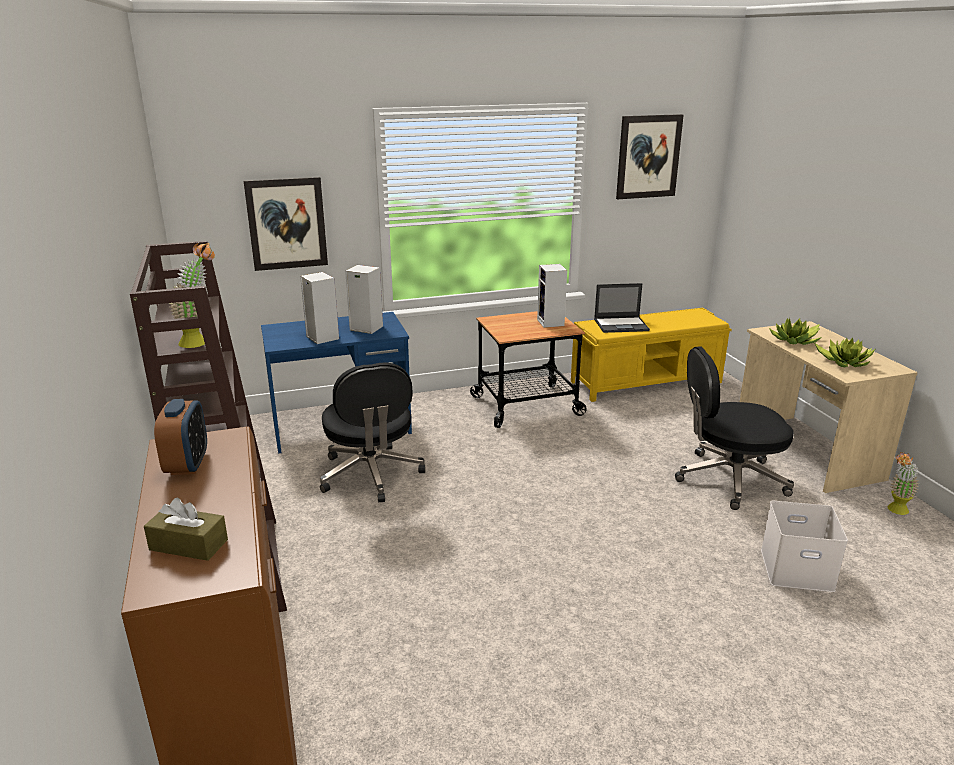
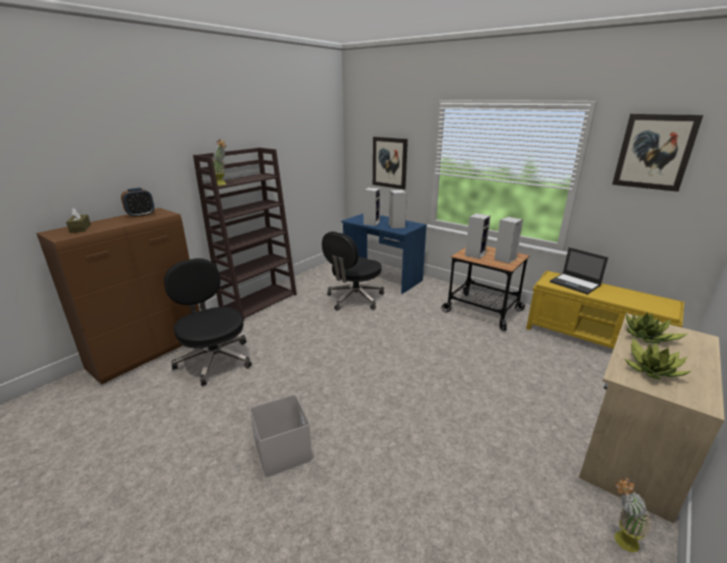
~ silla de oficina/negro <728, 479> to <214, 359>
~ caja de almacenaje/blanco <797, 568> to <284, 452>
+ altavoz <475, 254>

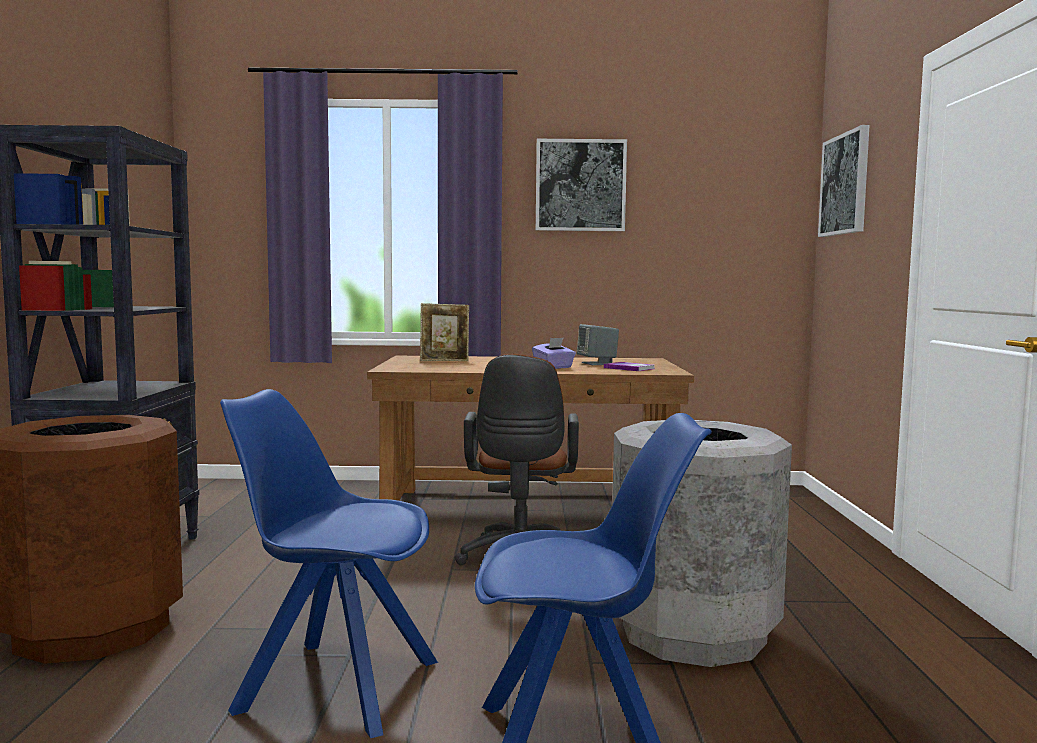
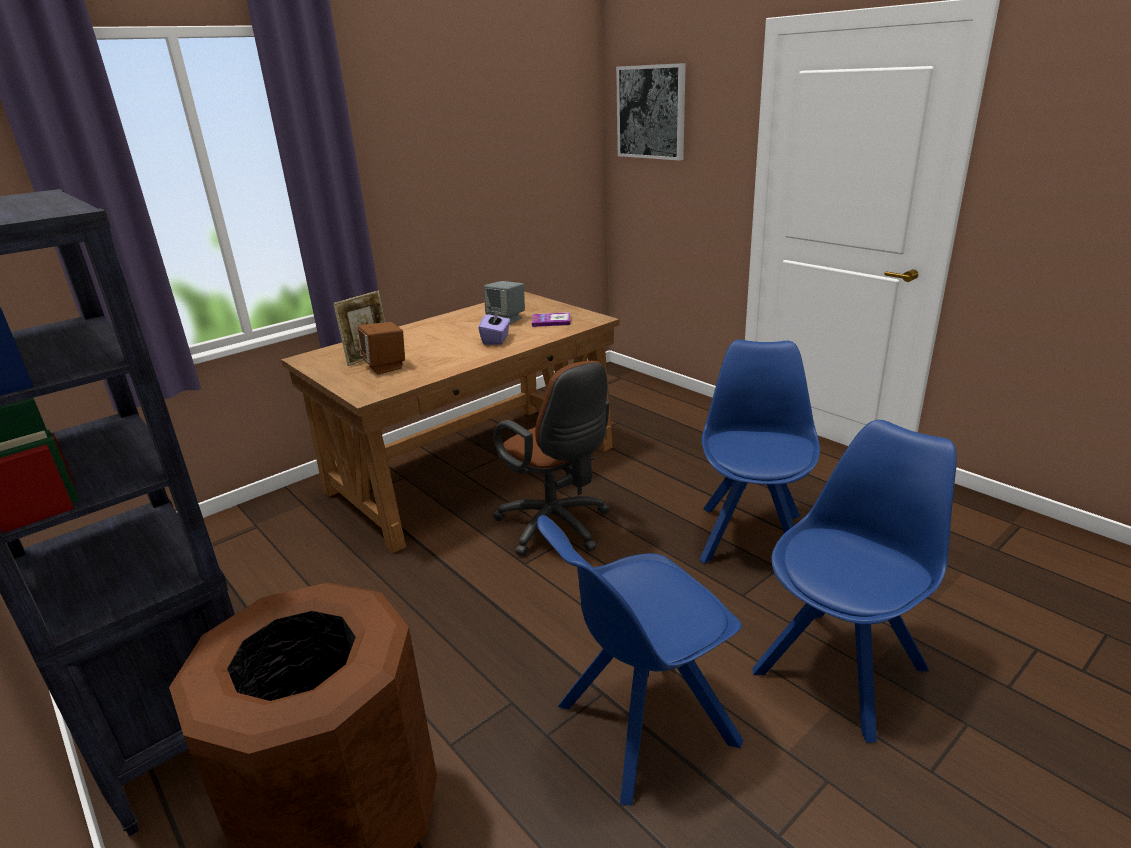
- cuadro <580, 185>
~ papelera/gris <693, 633> to silla/azul <752, 535>
+ altavoz/marrón <386, 367>

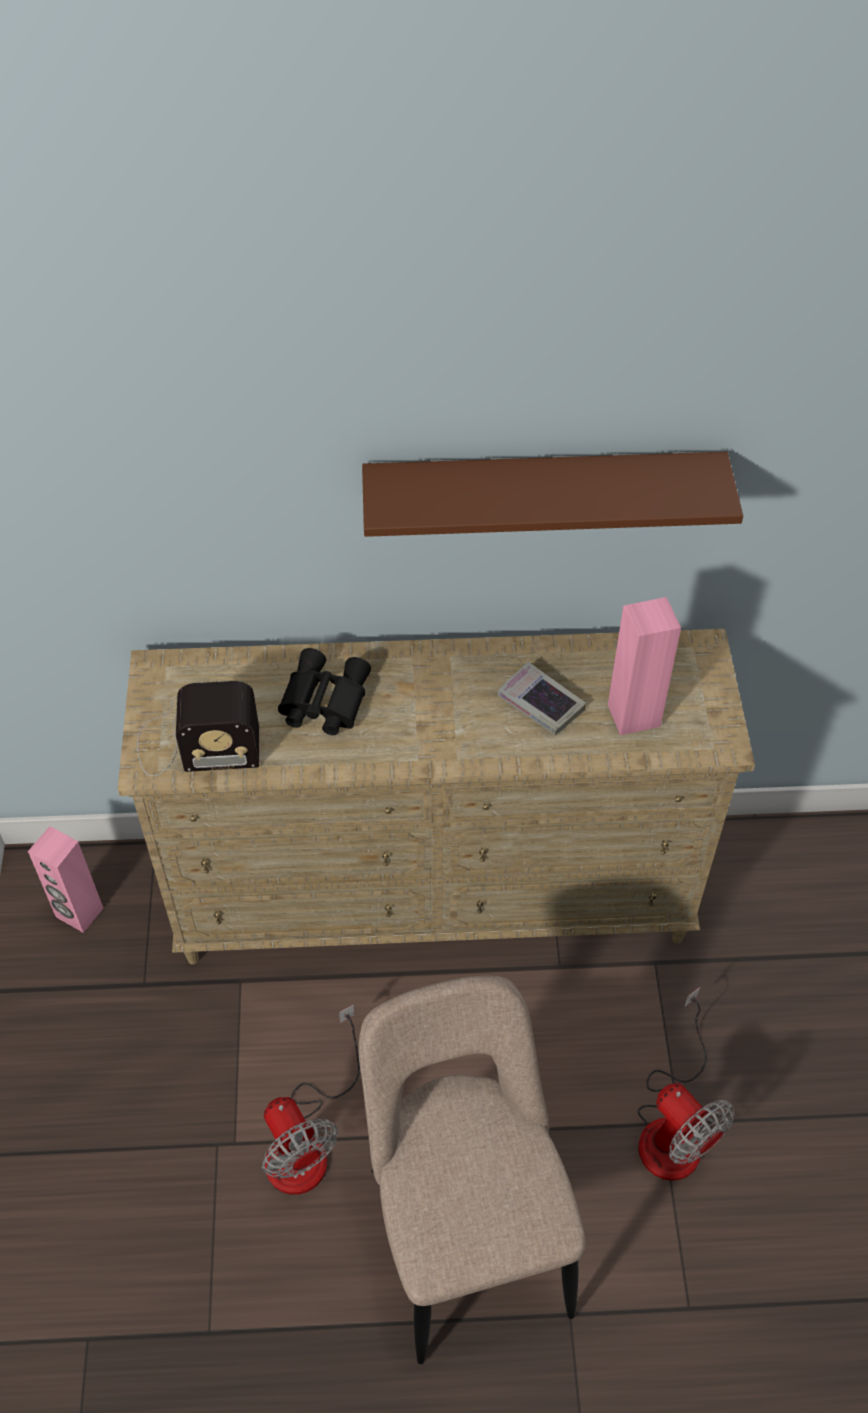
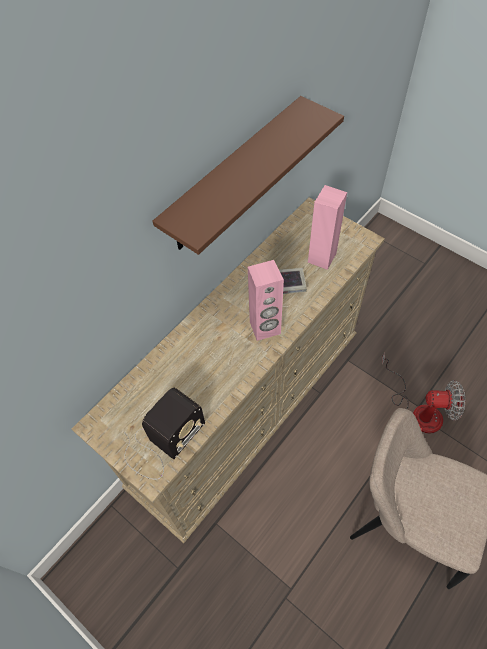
~ altavoz/rosa <79, 913> to <265, 328>
- ventilador <306, 1140>
- prismáticos/negro <322, 701>

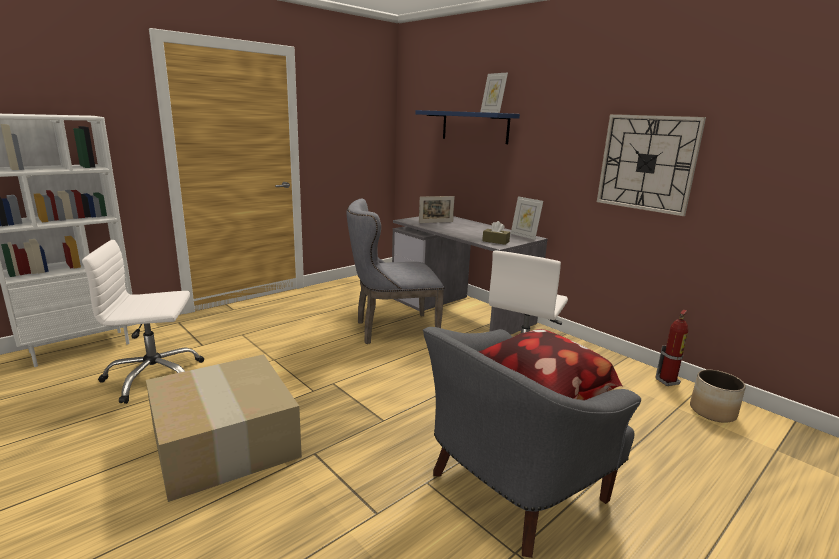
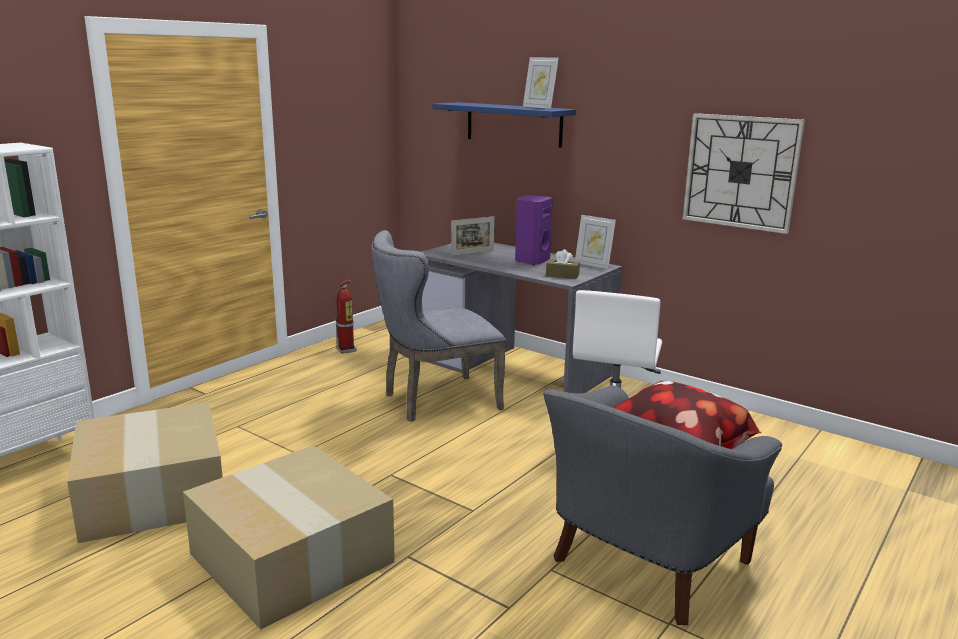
~ silla de oficina/blanco <154, 377> to caja de cartón <150, 493>
~ extintor <667, 381> to <347, 350>
- maceta <713, 412>
+ altavoz/morado <531, 261>

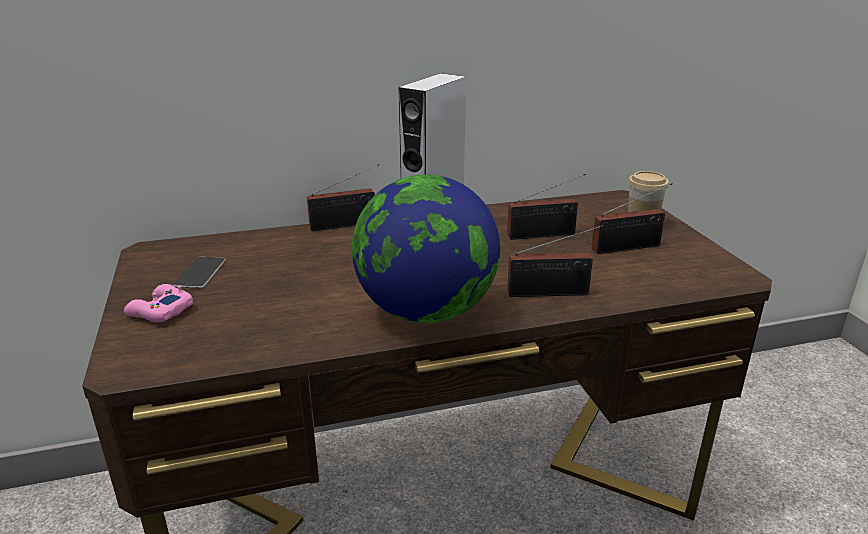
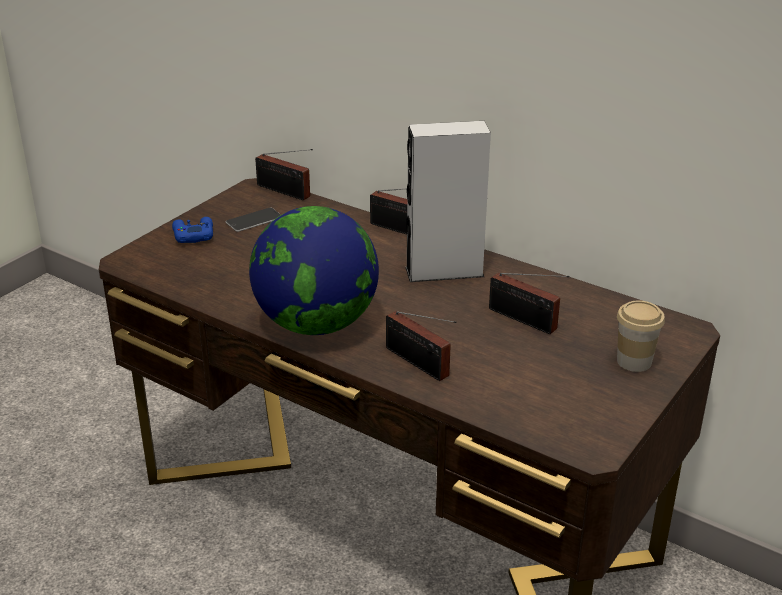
~ mando de consola/rosa <159, 311> to mando de consola/azul <193, 235>
~ radio <629, 247> to <285, 192>

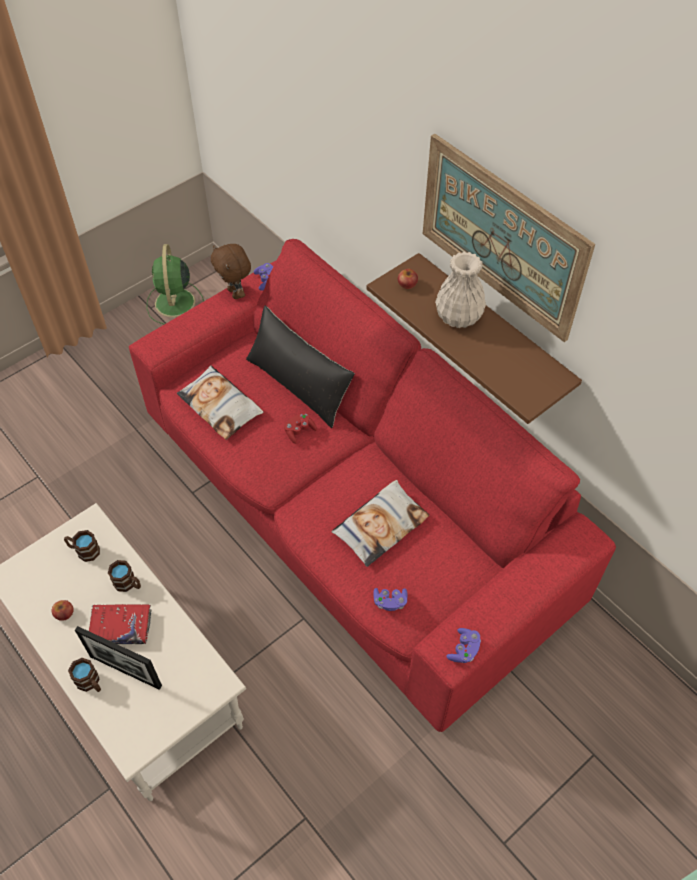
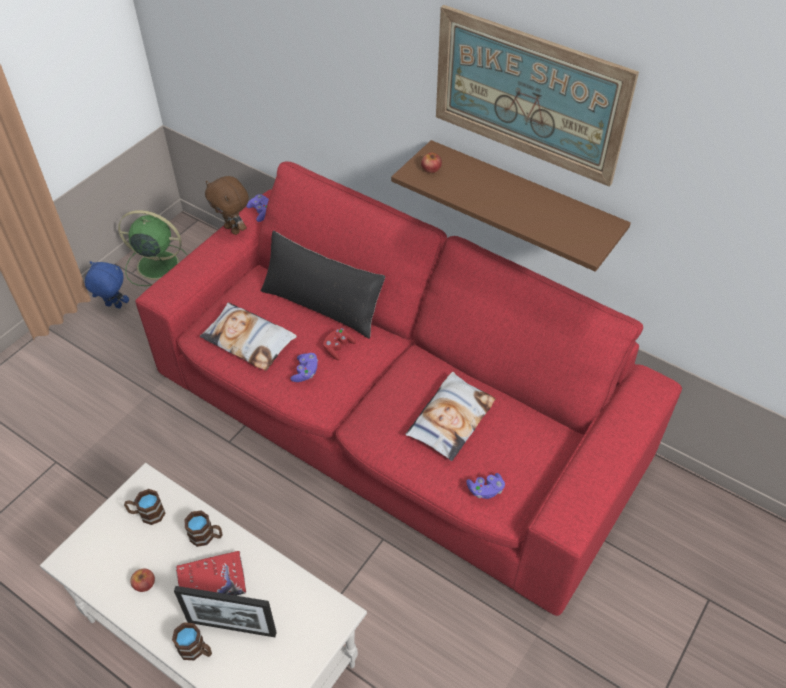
~ ventilador/verde <175, 304> = <156, 265> 120 degrees clockwise
- florero/blanco <457, 317>
~ mando de consola/morado <464, 650> to <305, 372>
+ peluche/azul <113, 306>

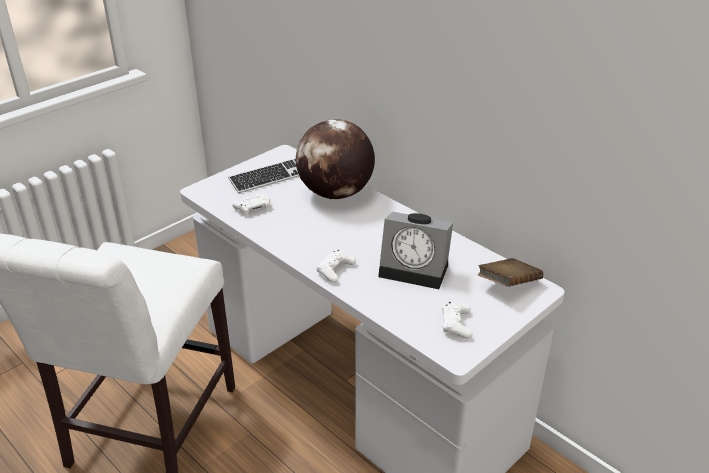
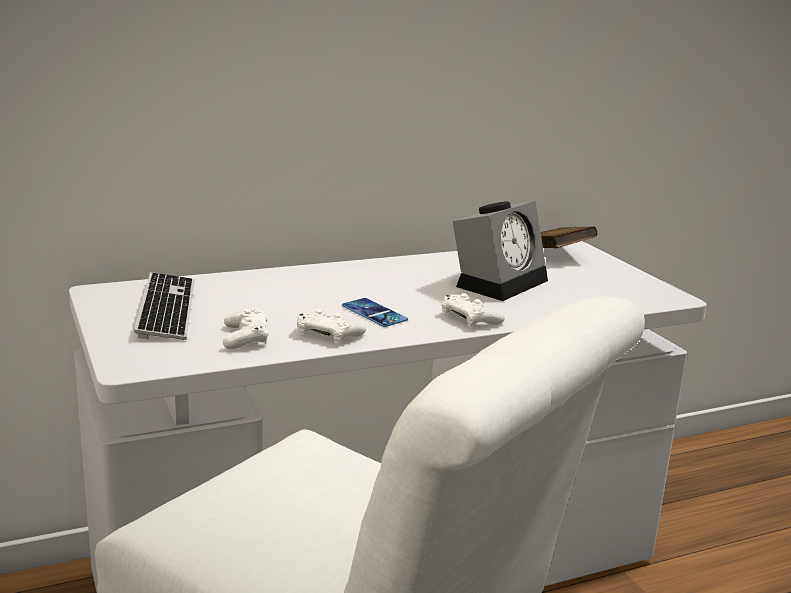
- globo terráqueo <335, 193>
~ mando de consola/blanco <456, 324> to <328, 334>
+ móvil <374, 313>

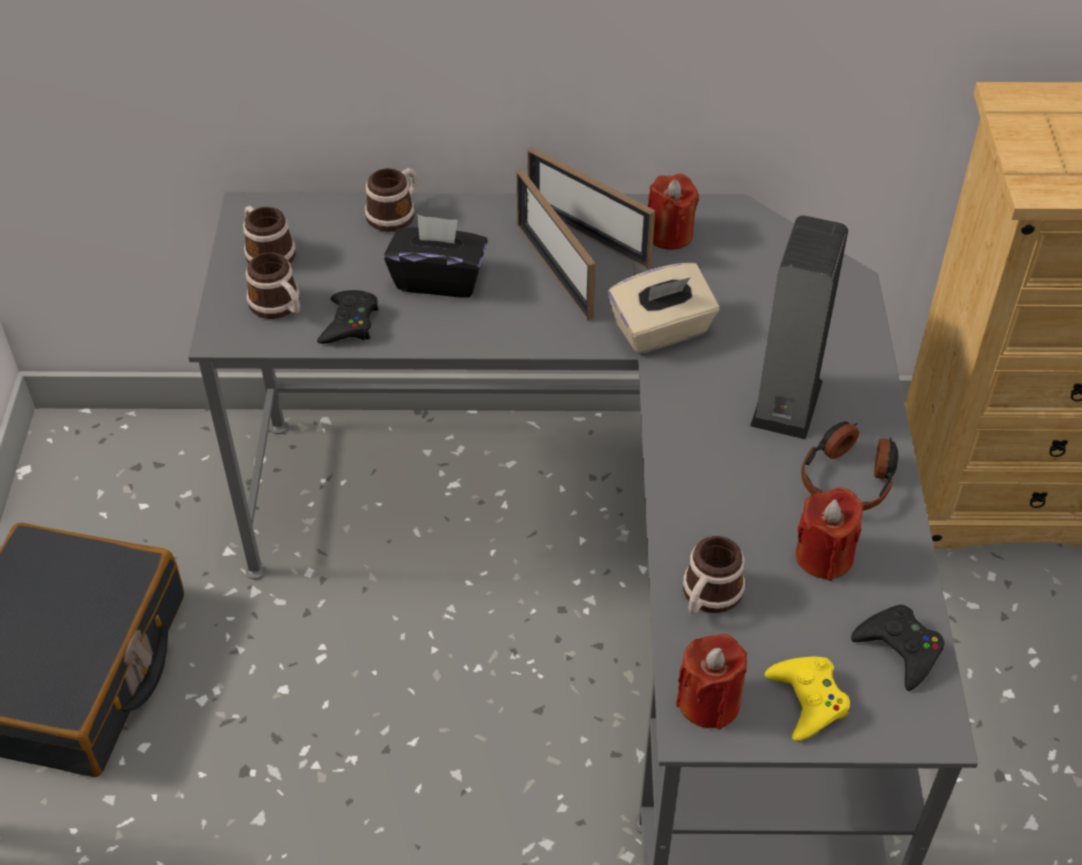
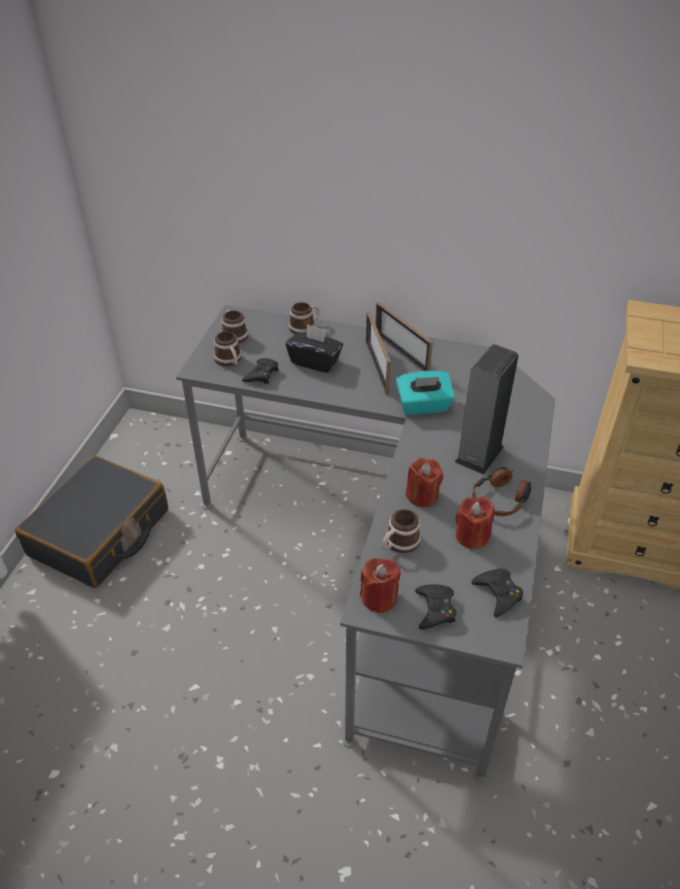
~ caja de pañuelos/beis <661, 331> to caja de pañuelos/turquesa <423, 406>
~ vela/rojo <669, 234> to <422, 495>
~ mando de consola/amarillo <808, 700> to mando de consola/negro <435, 609>

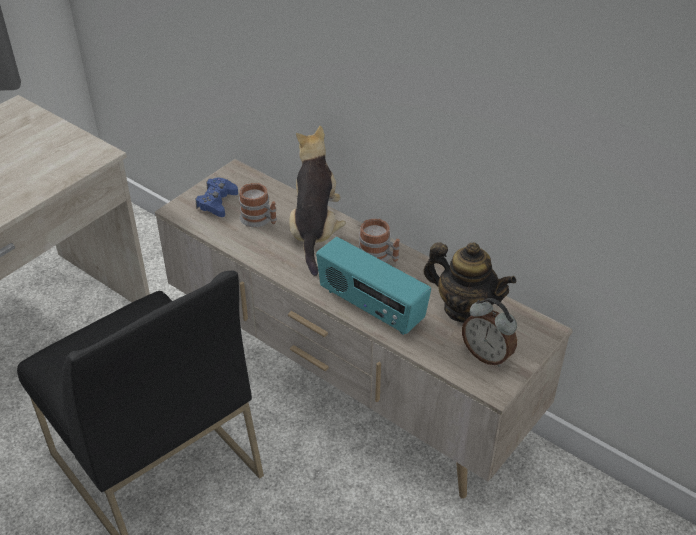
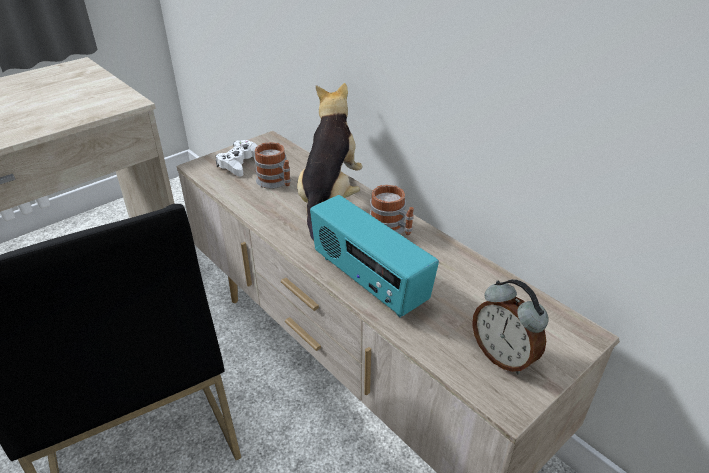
~ mando de consola/azul <217, 202> to mando de consola/blanco <240, 163>
- tetera <465, 309>

